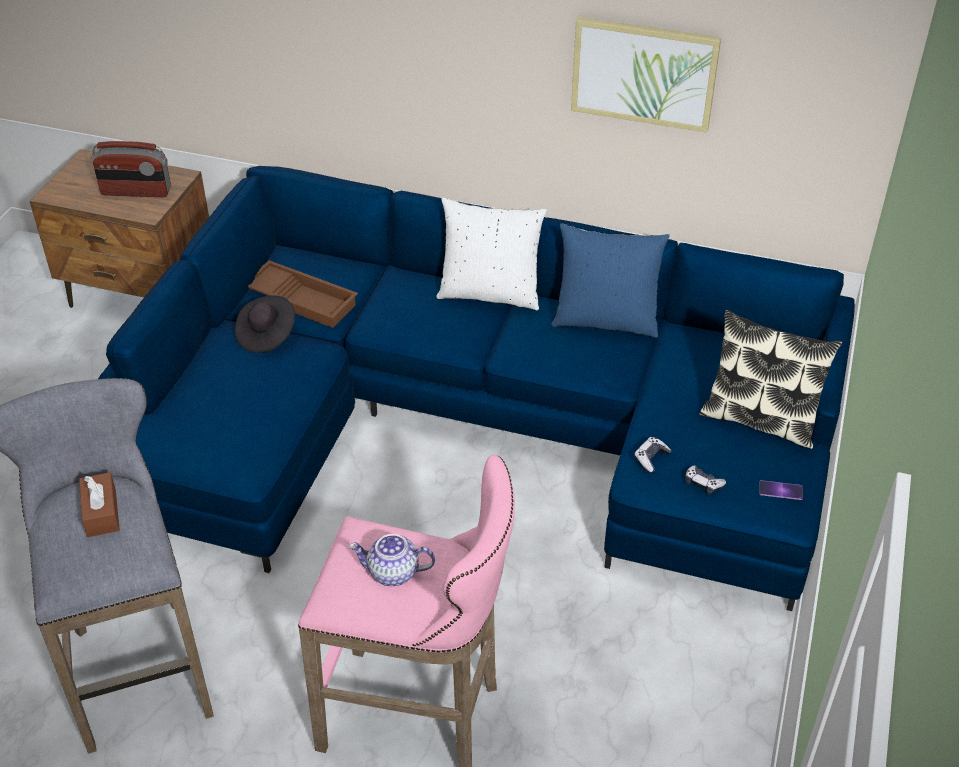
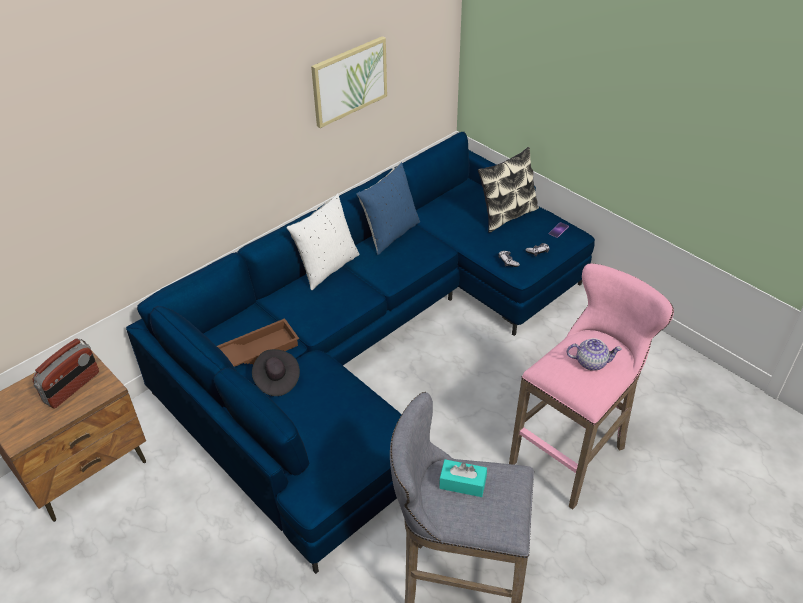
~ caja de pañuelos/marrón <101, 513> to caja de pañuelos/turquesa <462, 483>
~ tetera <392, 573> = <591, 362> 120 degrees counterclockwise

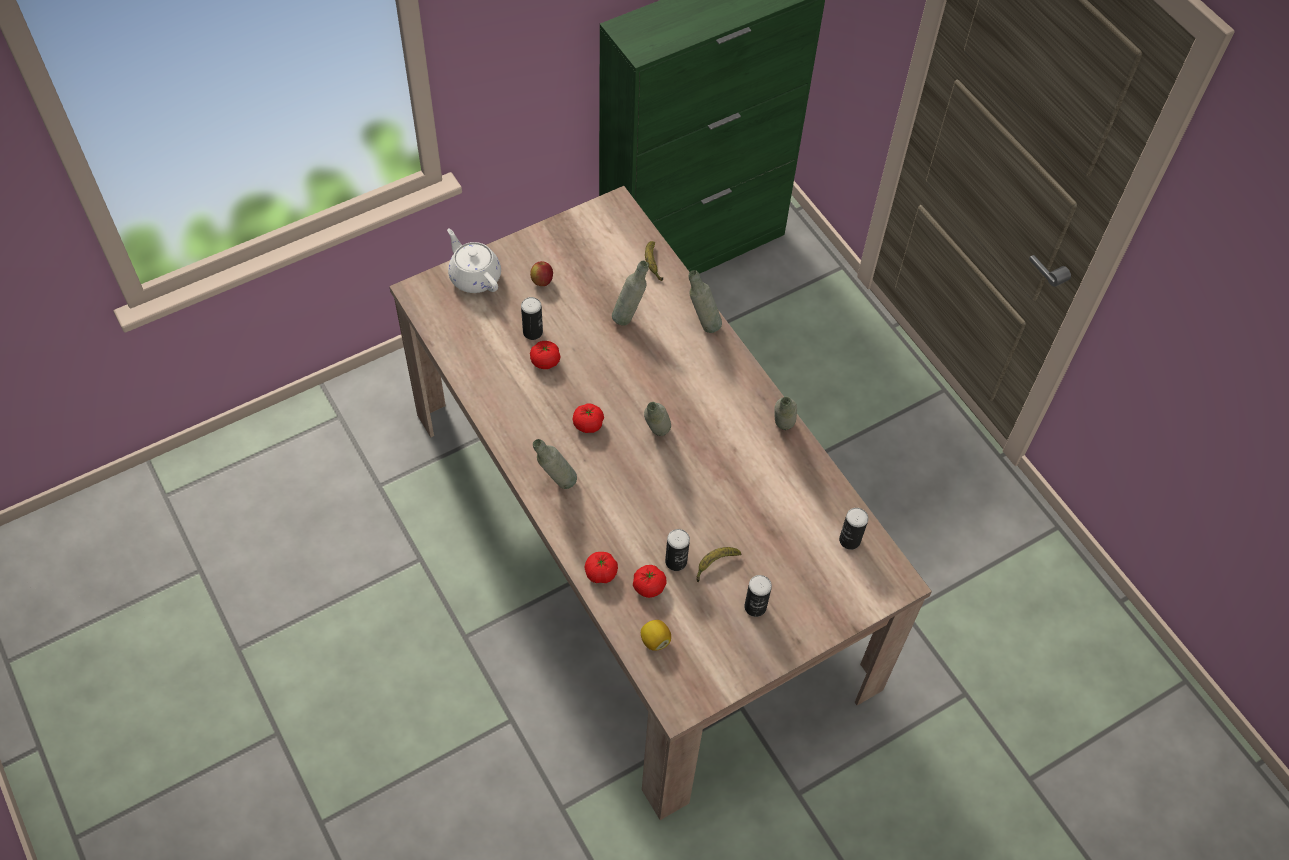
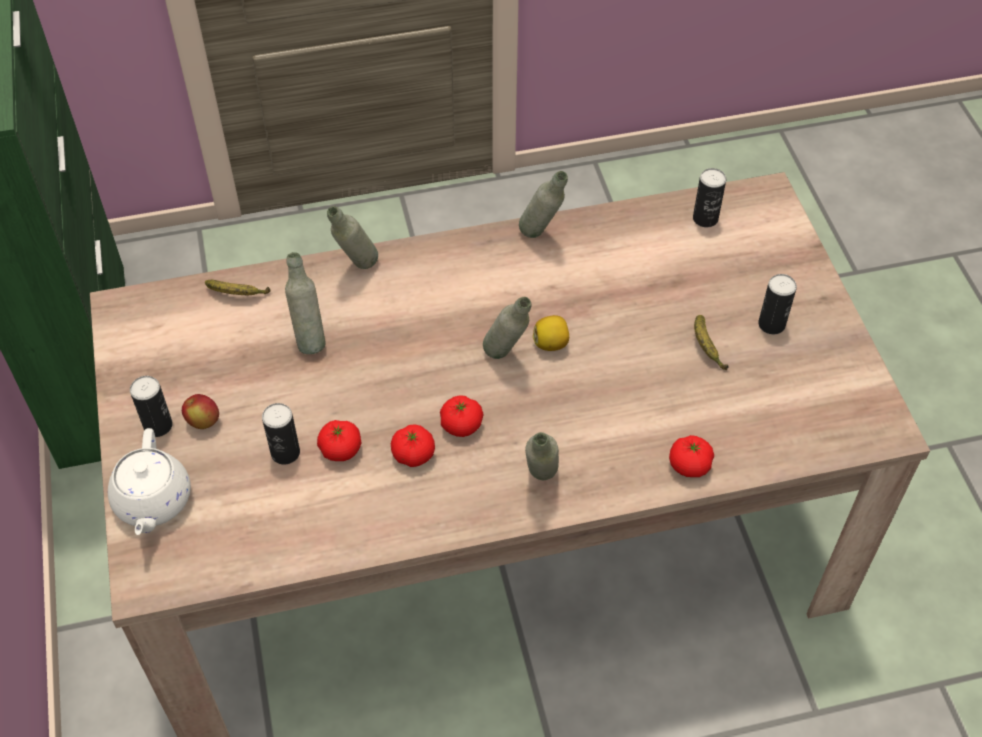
~ tetera/blanco <474, 276> = <153, 502> 75 degrees counterclockwise
~ tomate <649, 586> to <413, 454>
~ limón <655, 640> to <551, 343>
~ lata <676, 561> to <158, 425>

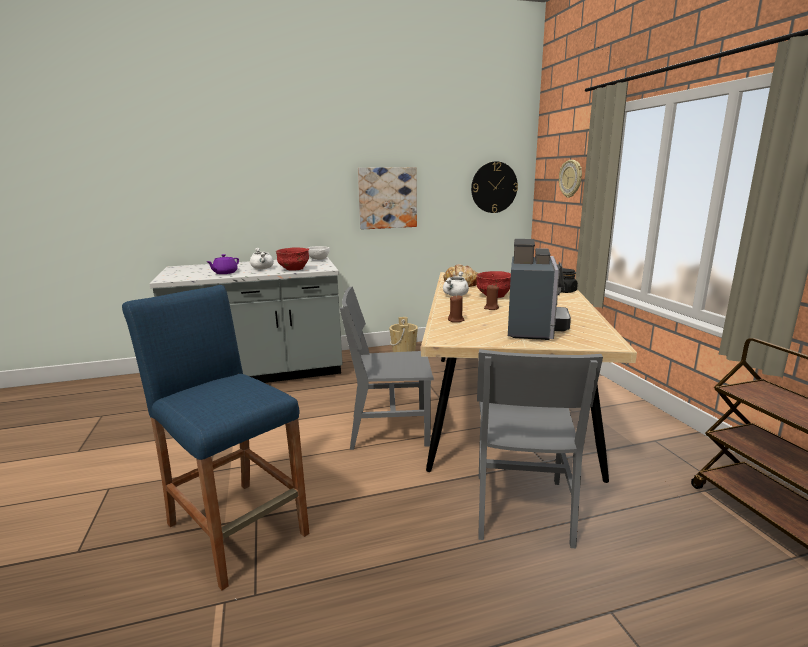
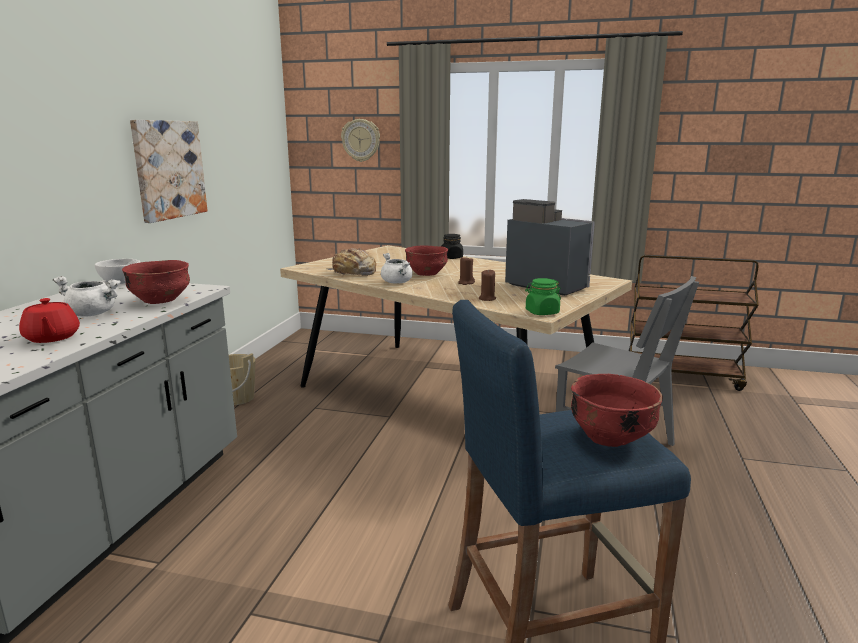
~ tetera/morado <225, 273> to tetera/rojo <51, 338>
- silla/gris <389, 430>
- reloj de pared <494, 187>
+ tarro/verde <542, 312>
+ cuenco/rojo <610, 437>

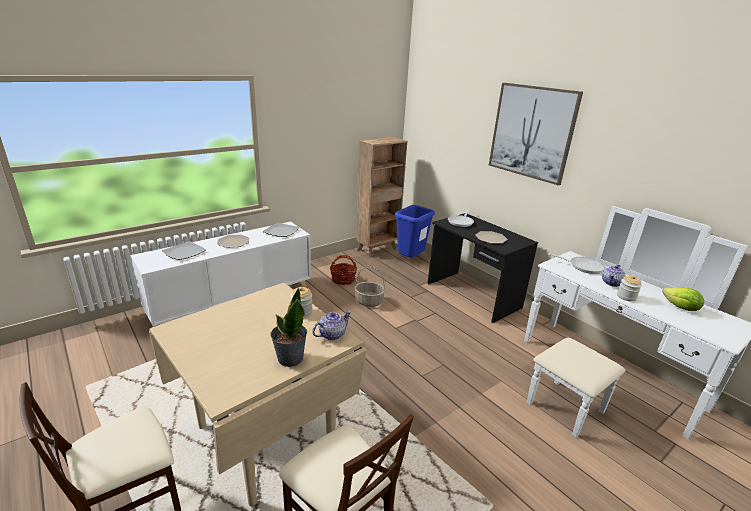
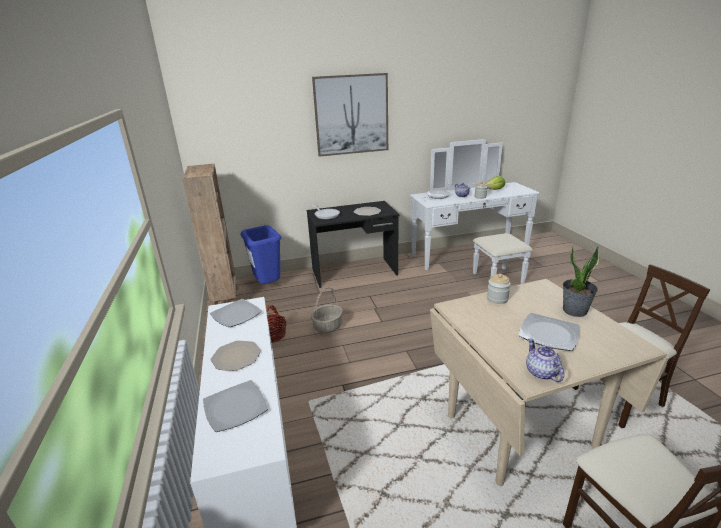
~ tetera <331, 334> to <541, 373>
+ plato <549, 334>

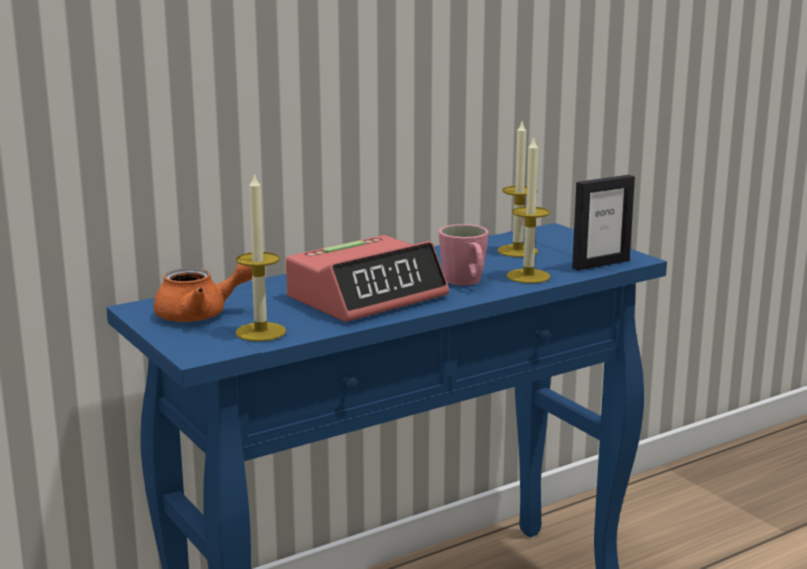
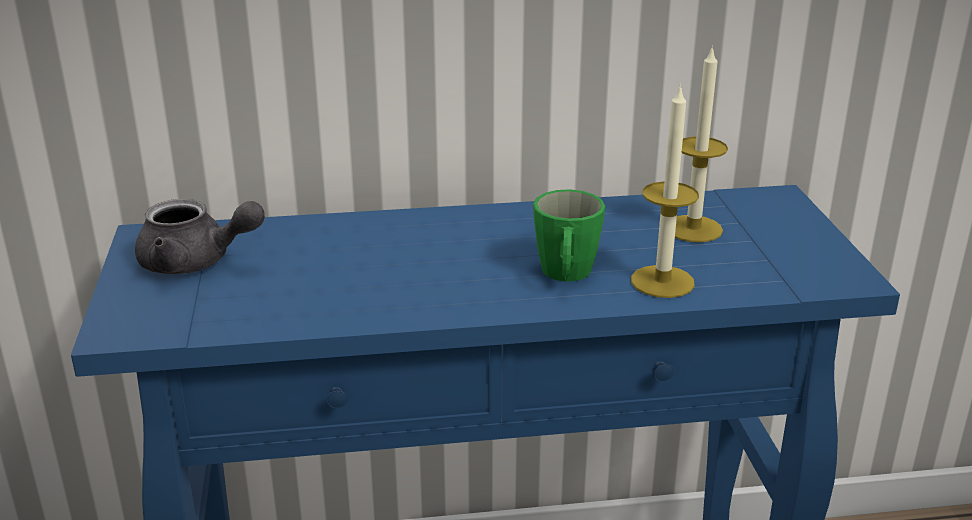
~ tetera/naranja <202, 314> to tetera/gris <196, 262>
- vela <260, 332>
- despertador <367, 297>
~ taza grande/rosa <466, 282> to taza grande/verde <566, 275>
- portarretratos <600, 264>

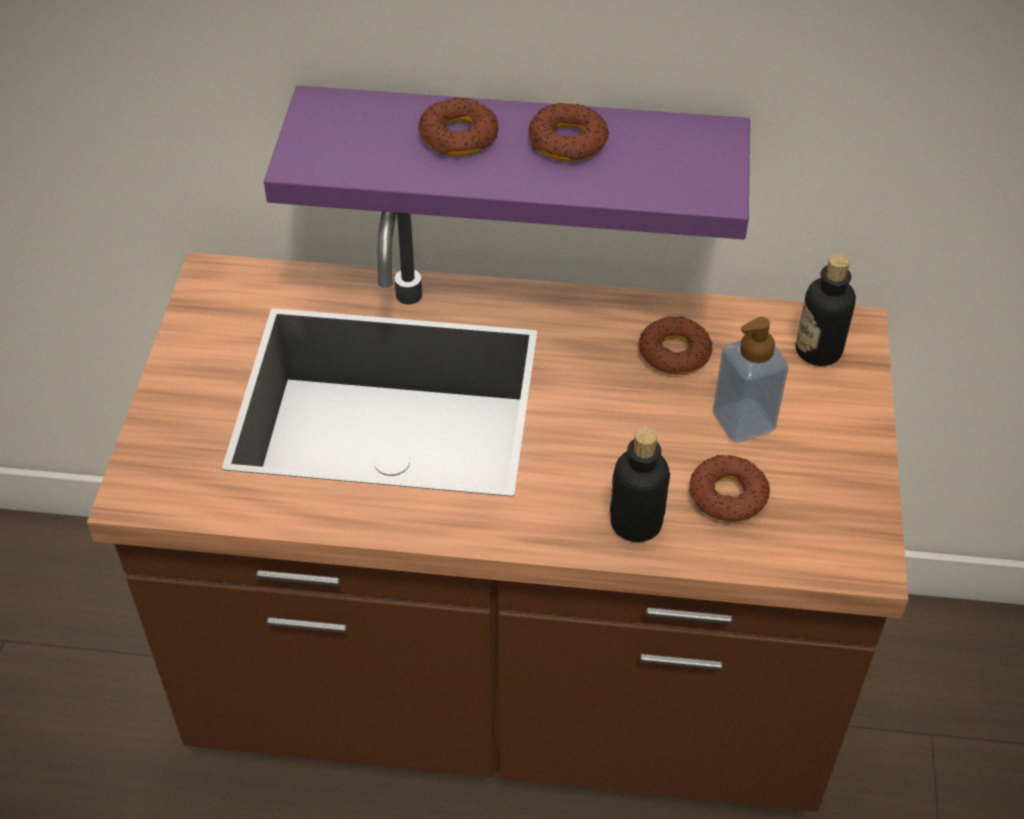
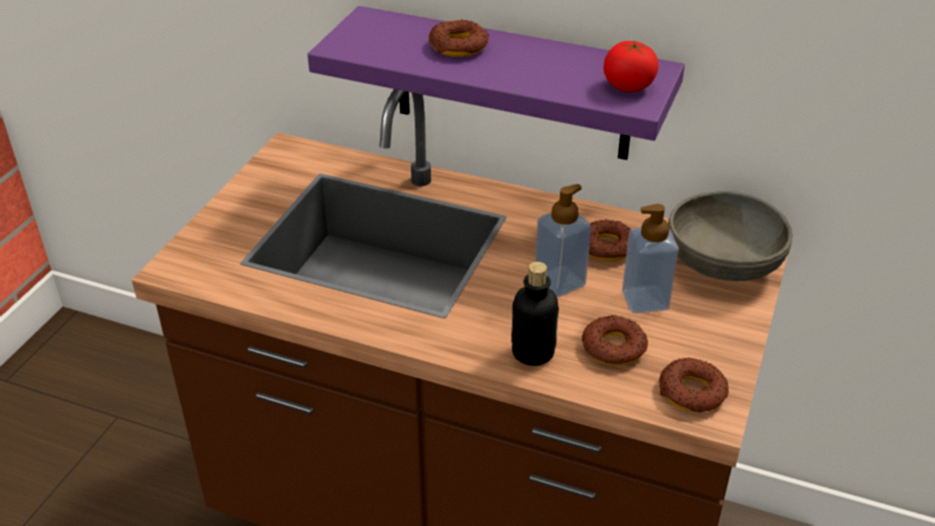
~ rosquilla <567, 141> to <692, 392>
~ botella <818, 350> to cuenco/gris <723, 263>
+ dispensador de jabón <559, 282>
+ tomate <628, 86>

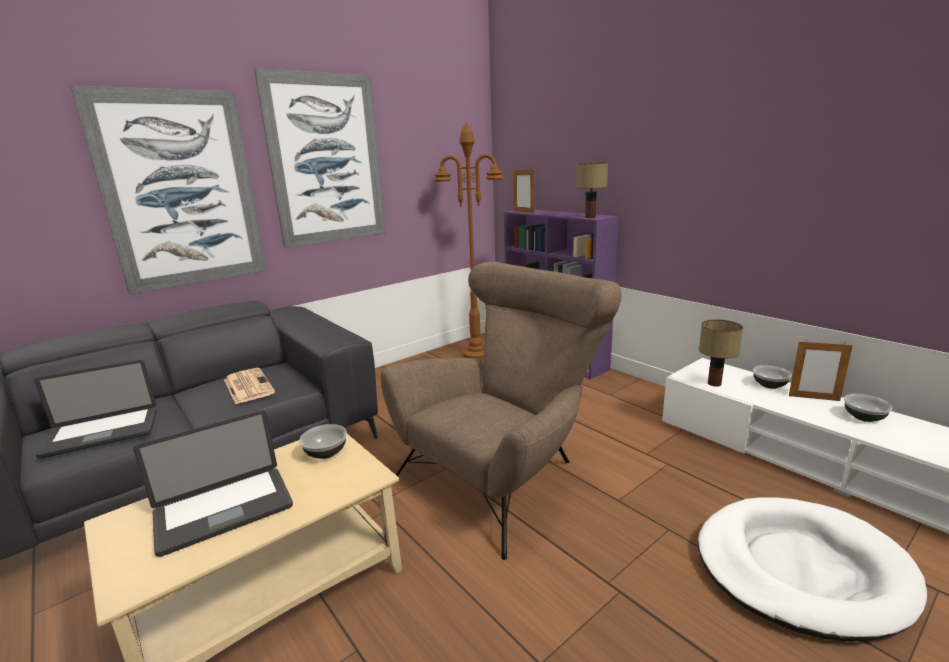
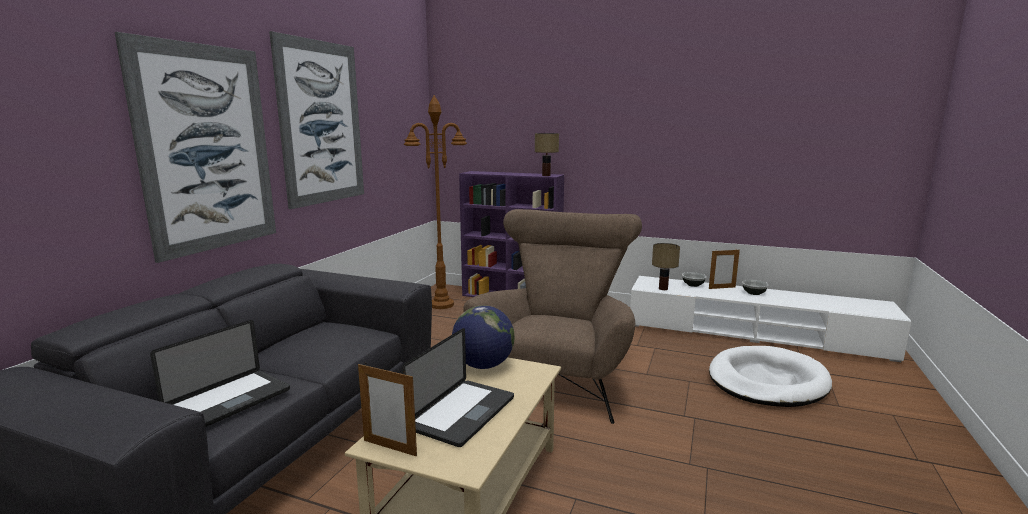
- periódico <248, 386>
~ cuenco <326, 452> to globo terráqueo <483, 365>
~ portarretratos <523, 212> to <390, 448>

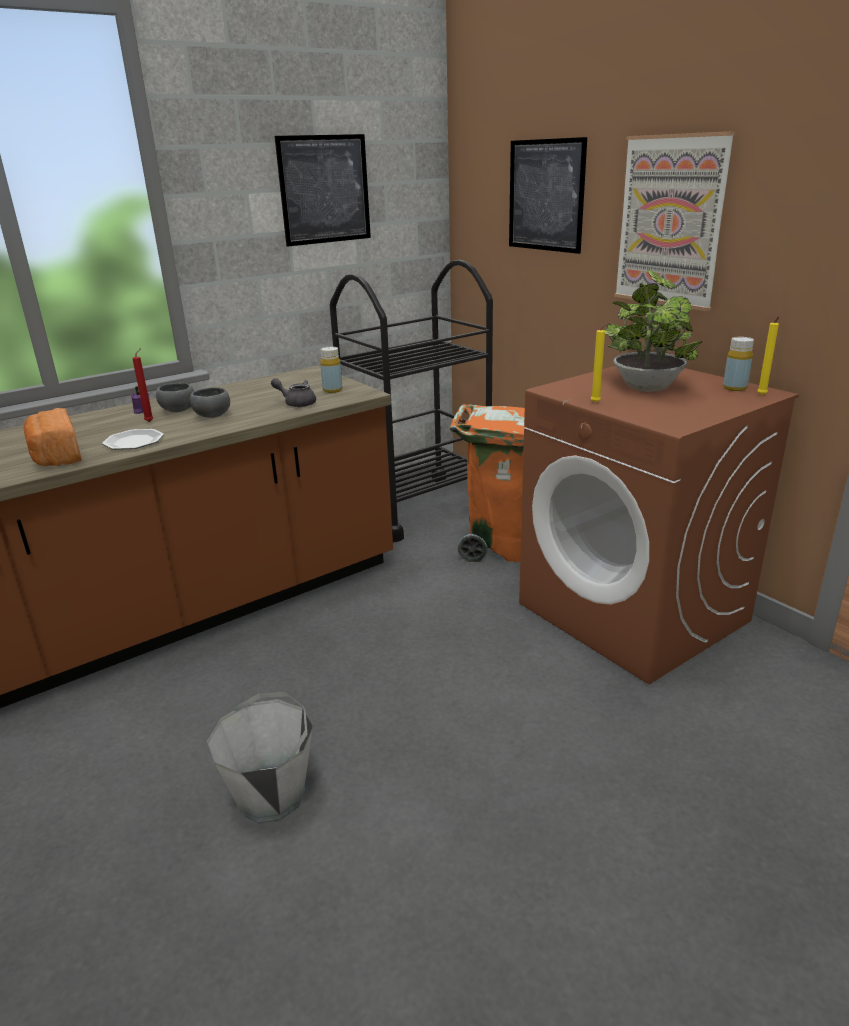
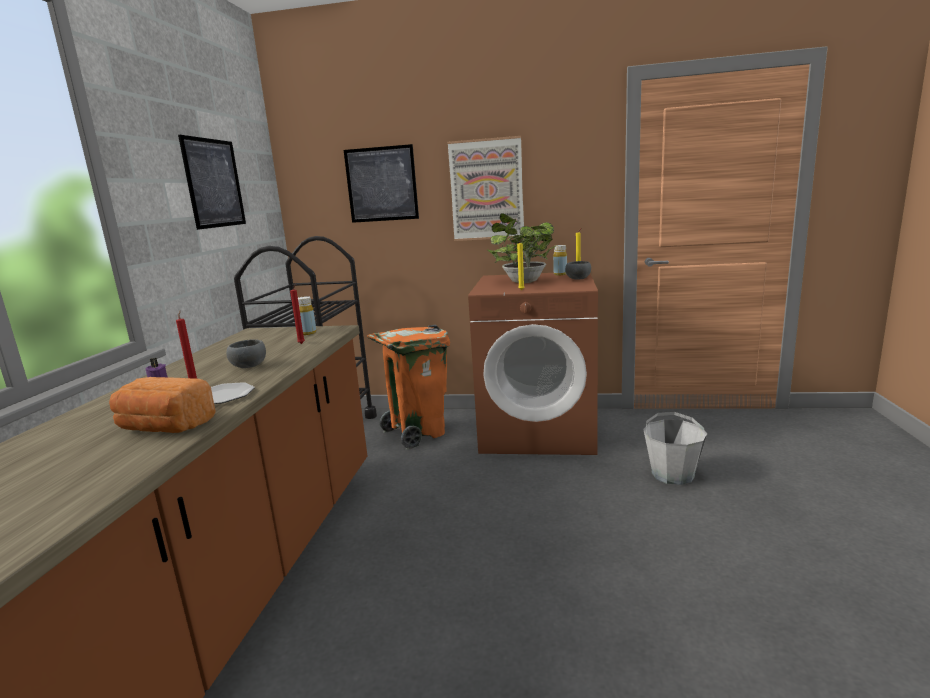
~ cuenco/gris <177, 411> to <578, 279>
~ cubo/gris <271, 795> to <673, 474>
~ tetera/gris <297, 403> to vela/rojo <302, 344>

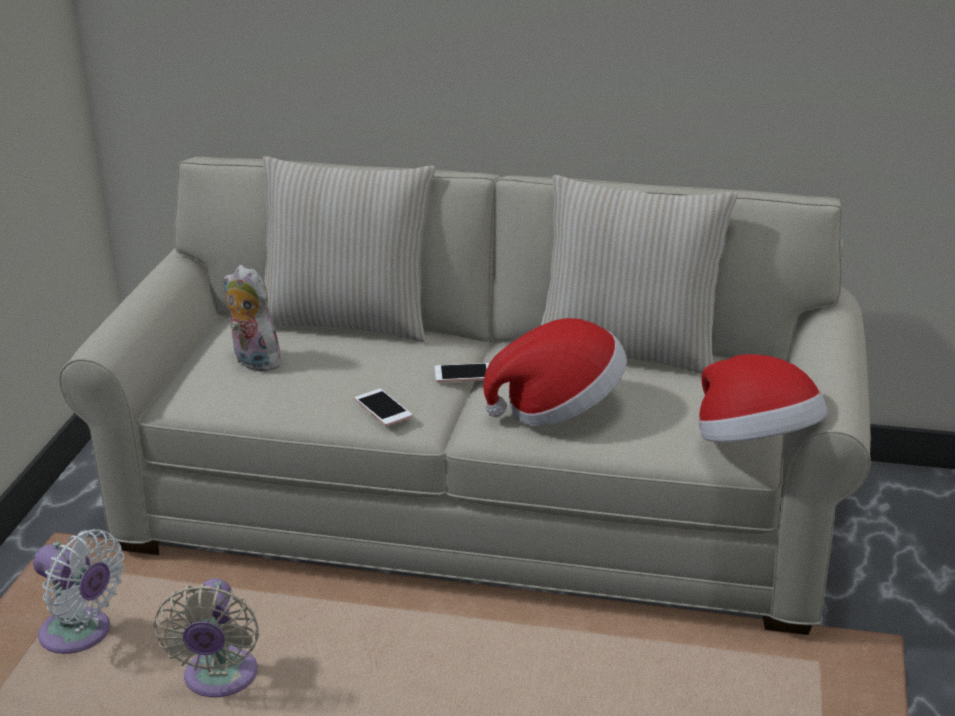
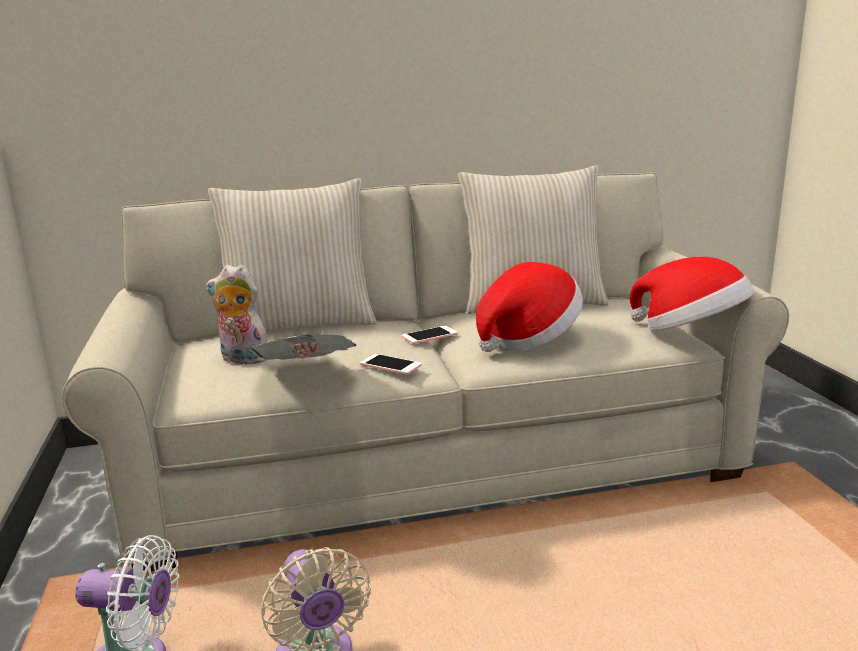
+ periódico <305, 376>

